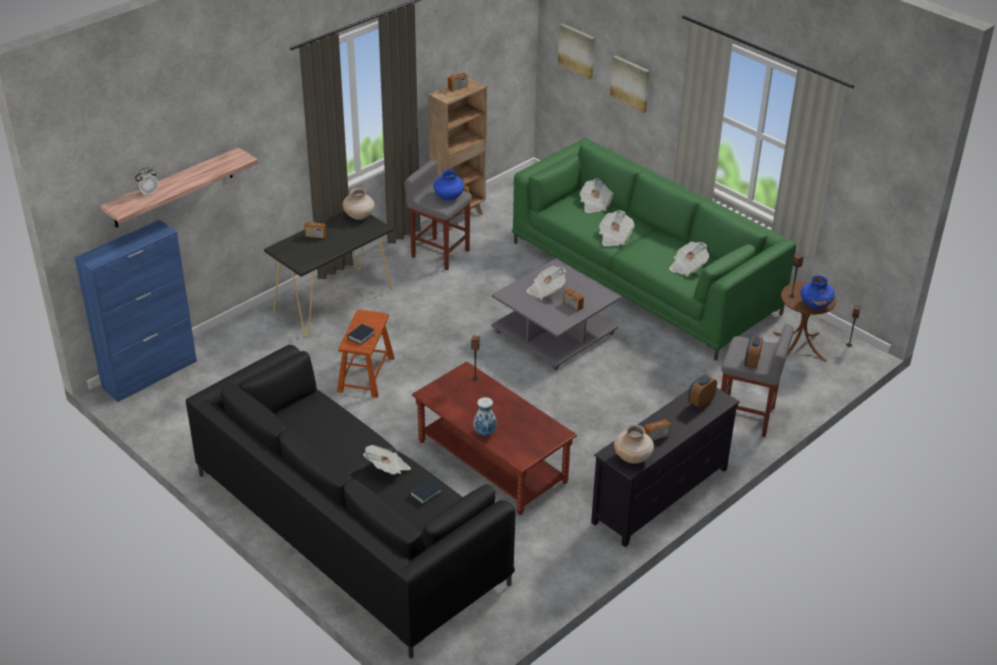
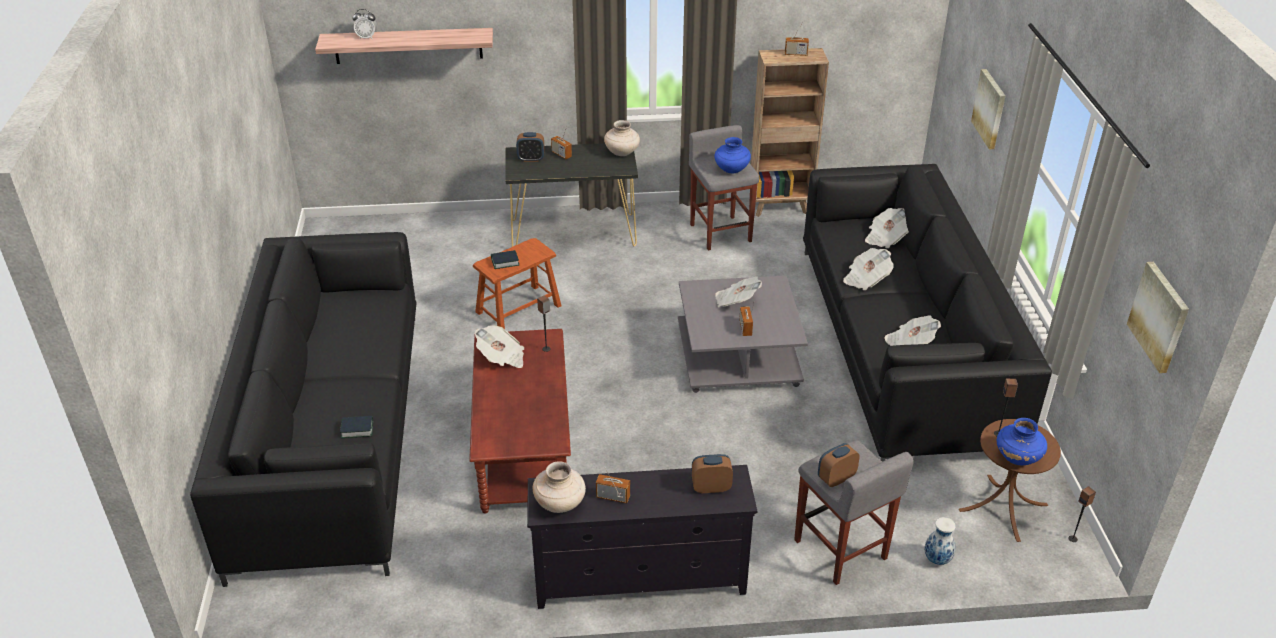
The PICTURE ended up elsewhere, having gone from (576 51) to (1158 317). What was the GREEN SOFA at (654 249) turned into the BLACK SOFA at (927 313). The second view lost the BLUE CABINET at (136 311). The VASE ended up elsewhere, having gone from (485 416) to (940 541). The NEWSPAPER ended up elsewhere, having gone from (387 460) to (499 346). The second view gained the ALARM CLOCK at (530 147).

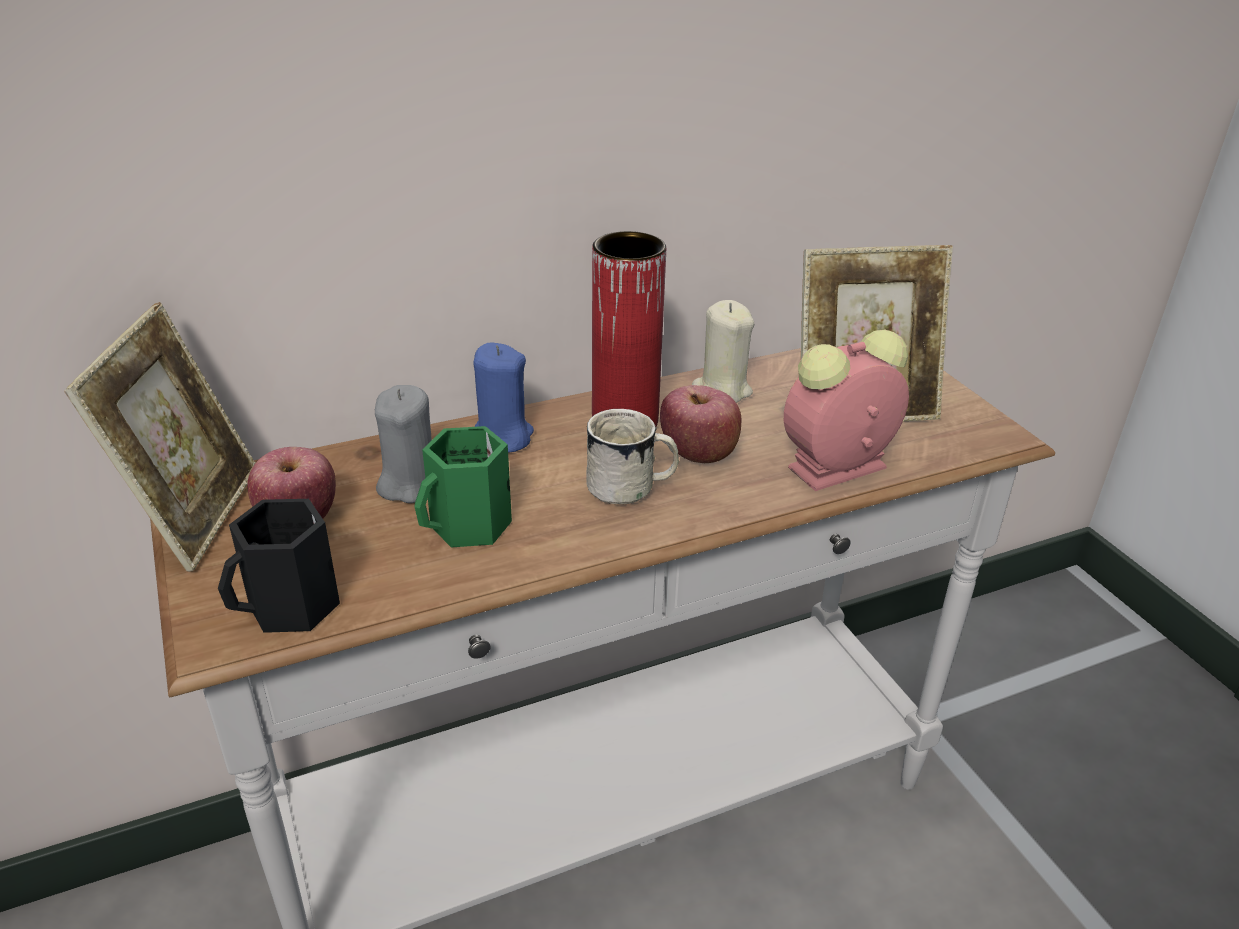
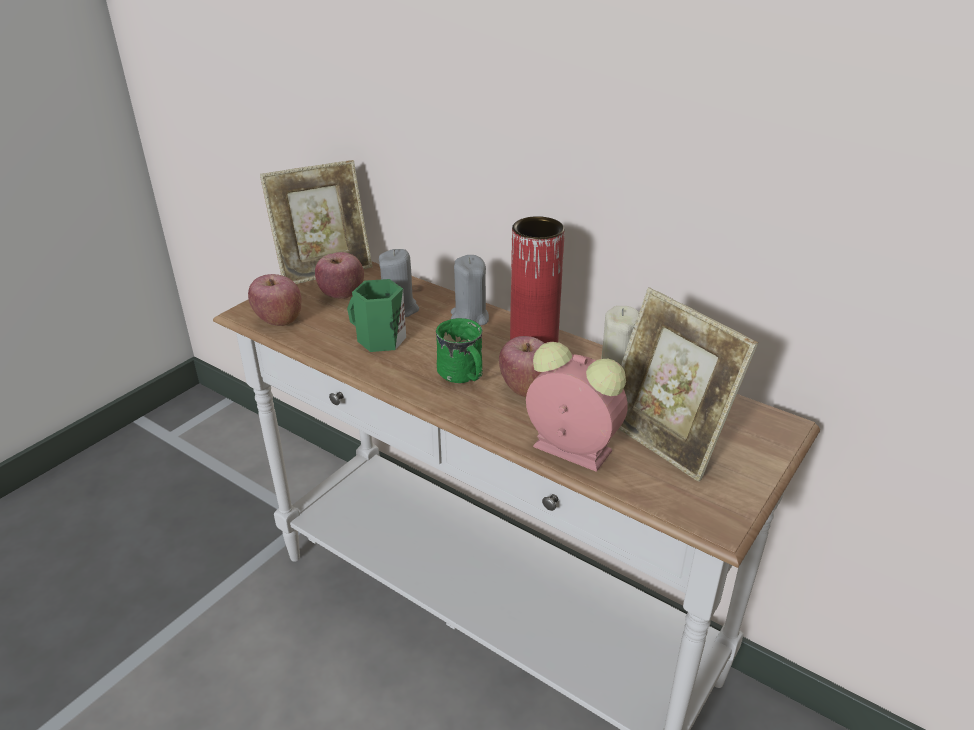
What was the BLUE CANDLE at (503 397) turned into the GREY CANDLE at (470 290). What was the WHITE MUG at (632 457) turned into the GREEN MUG at (459 350). Where the BLACK MUG stood at (279 566), the APPLE came to stand at (275 300).

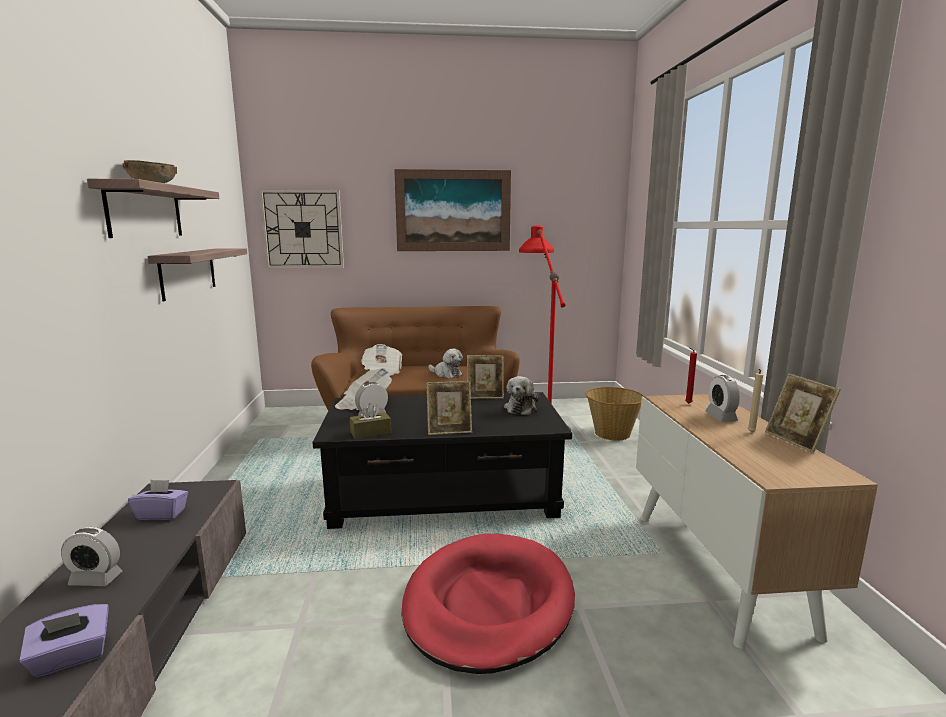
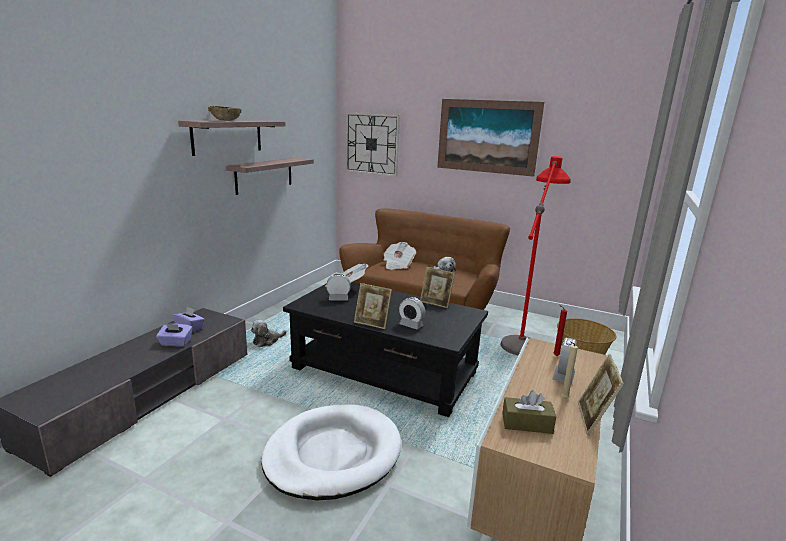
The PLUSH TOY ended up elsewhere, having gone from (521 395) to (269 333). The BROWN TISSUE BOX ended up elsewhere, having gone from (370 421) to (529 412). The ALARM CLOCK ended up elsewhere, having gone from (91 556) to (412 313). What was the RED DOG BED at (488 604) turned into the WHITE DOG BED at (331 453). The PURPLE TISSUE BOX ended up elsewhere, having gone from (64 640) to (174 335).

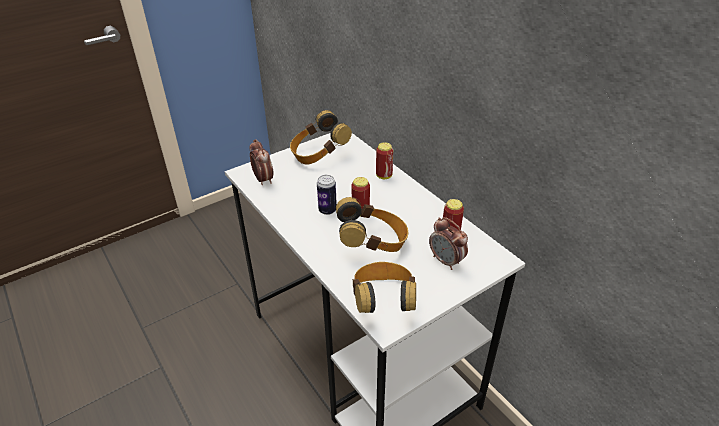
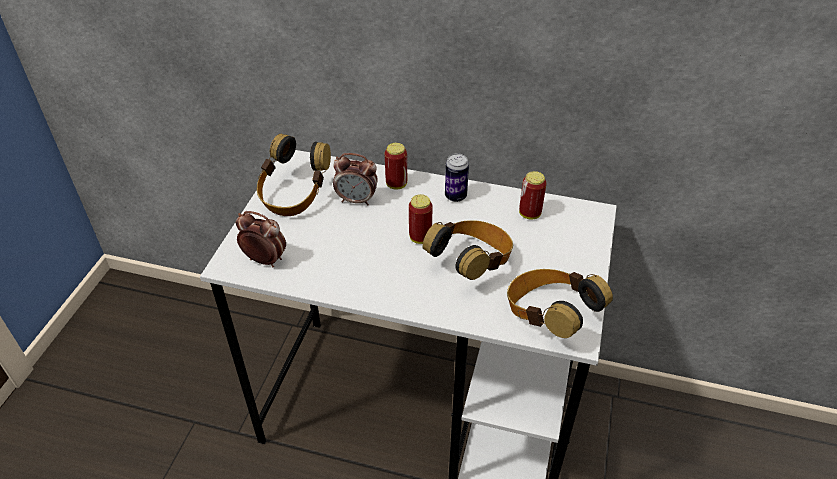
The CAN ended up elsewhere, having gone from (327 195) to (457 177). The ALARM CLOCK ended up elsewhere, having gone from (448 243) to (355 179).

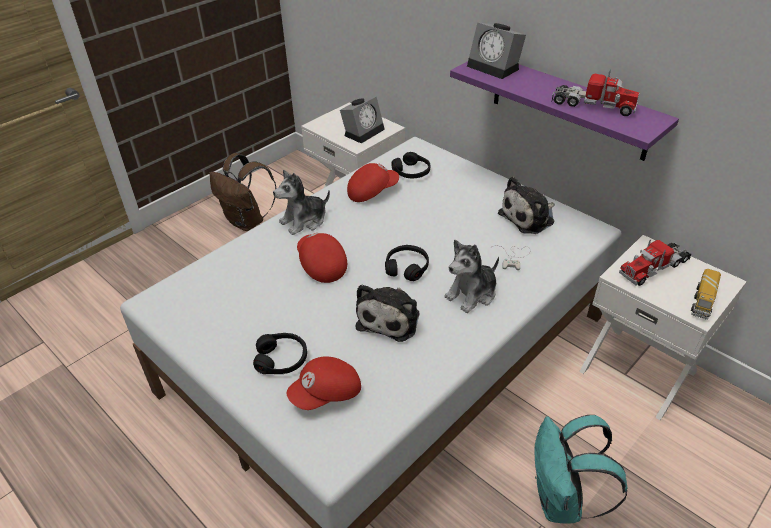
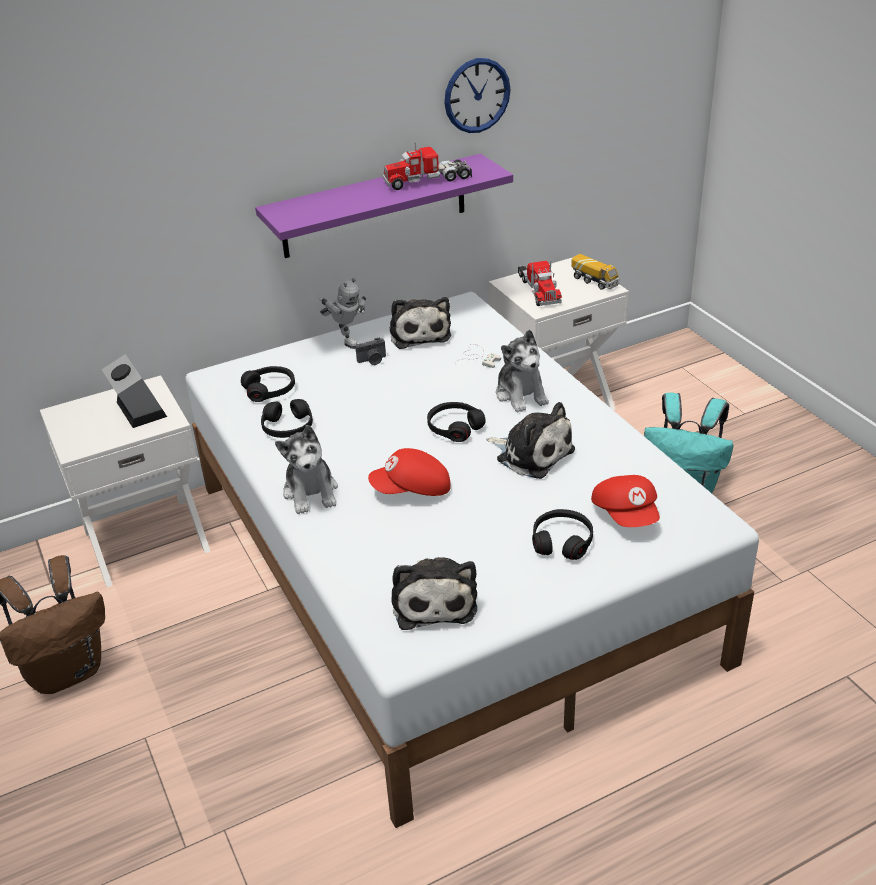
The second view lost the ALARM CLOCK at (496 50). The TOY TRUCK at (595 93) ended up facing another way, 150 degrees counterclockwise from before. Where the RED CAP stood at (373 182), the BLACK HEADPHONES came to stand at (287 418). The second view gained the WALL CLOCK at (477 95). The second view gained the TOY ROBOT at (342 313). The second view gained the PHOTO CAMERA at (370 351). The second view gained the PLUSH TOY at (434 593).

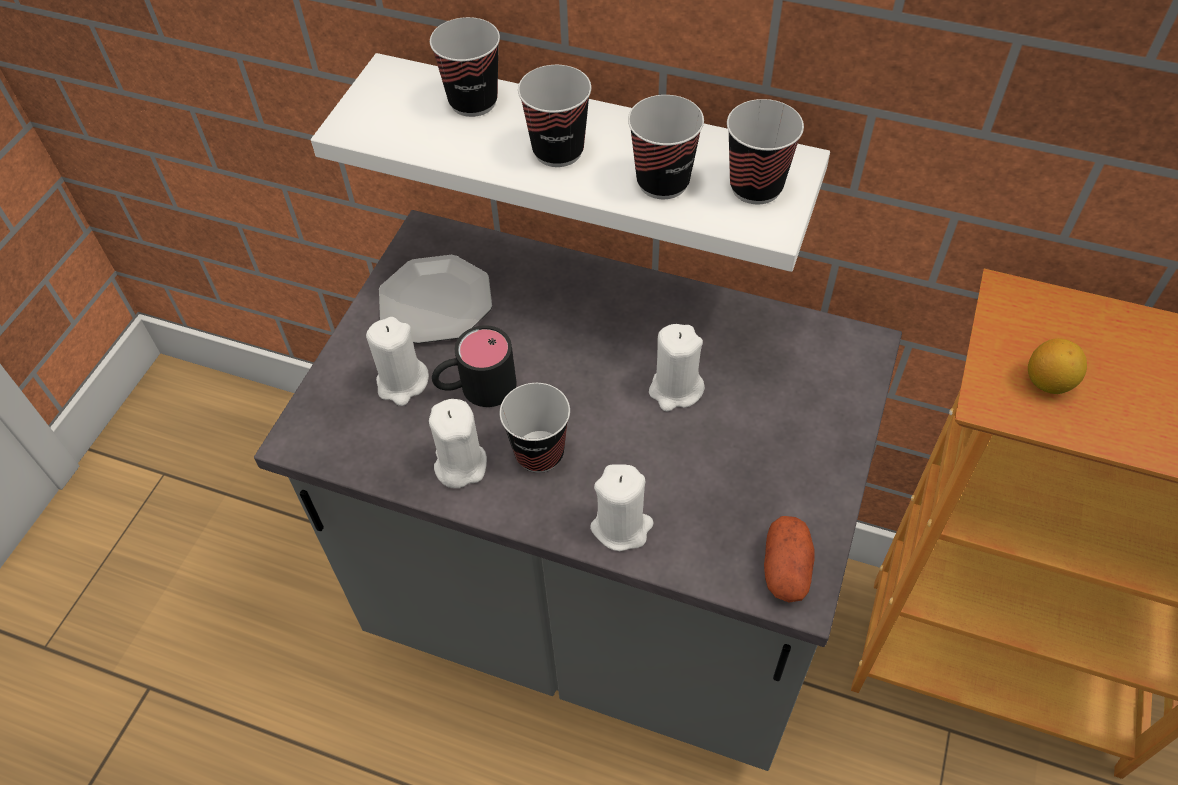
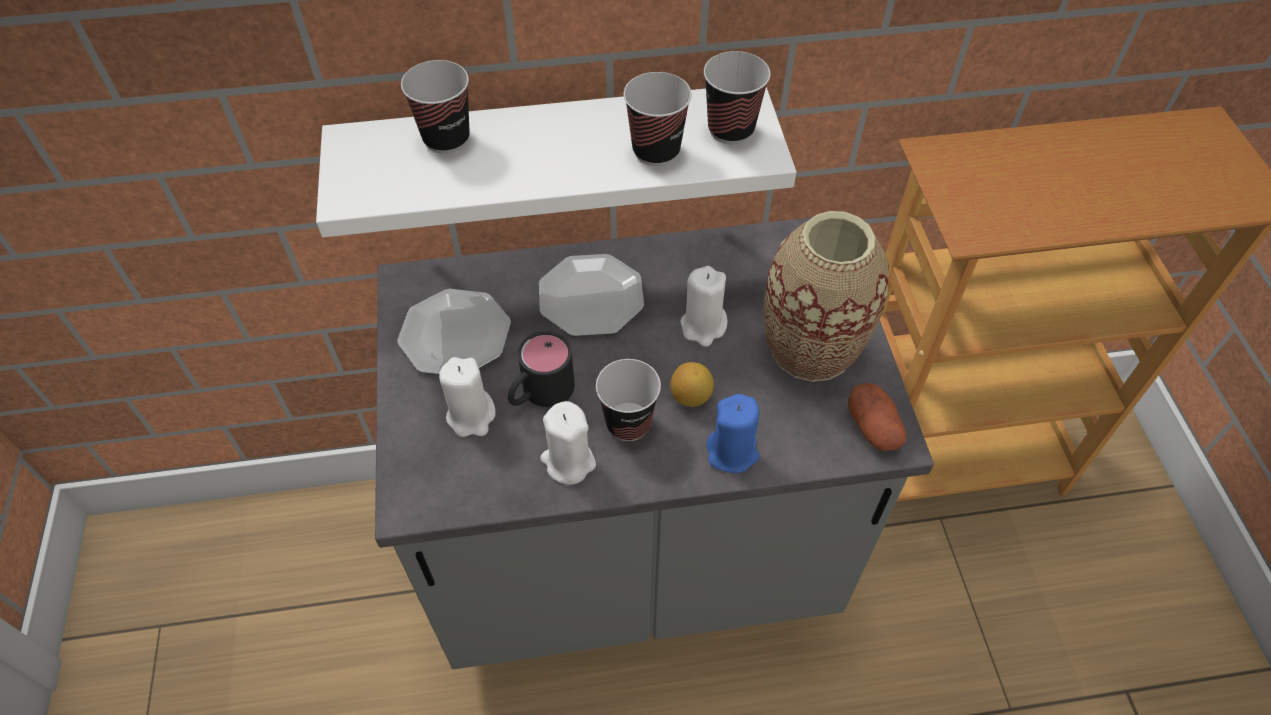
The second view lost the CUP at (555 116). The LEMON ended up elsewhere, having gone from (1057 366) to (692 384). What was the WHITE CANDLE at (621 507) turned into the BLUE CANDLE at (732 433). The second view gained the VASE at (826 296). The second view gained the PLATE at (591 295).

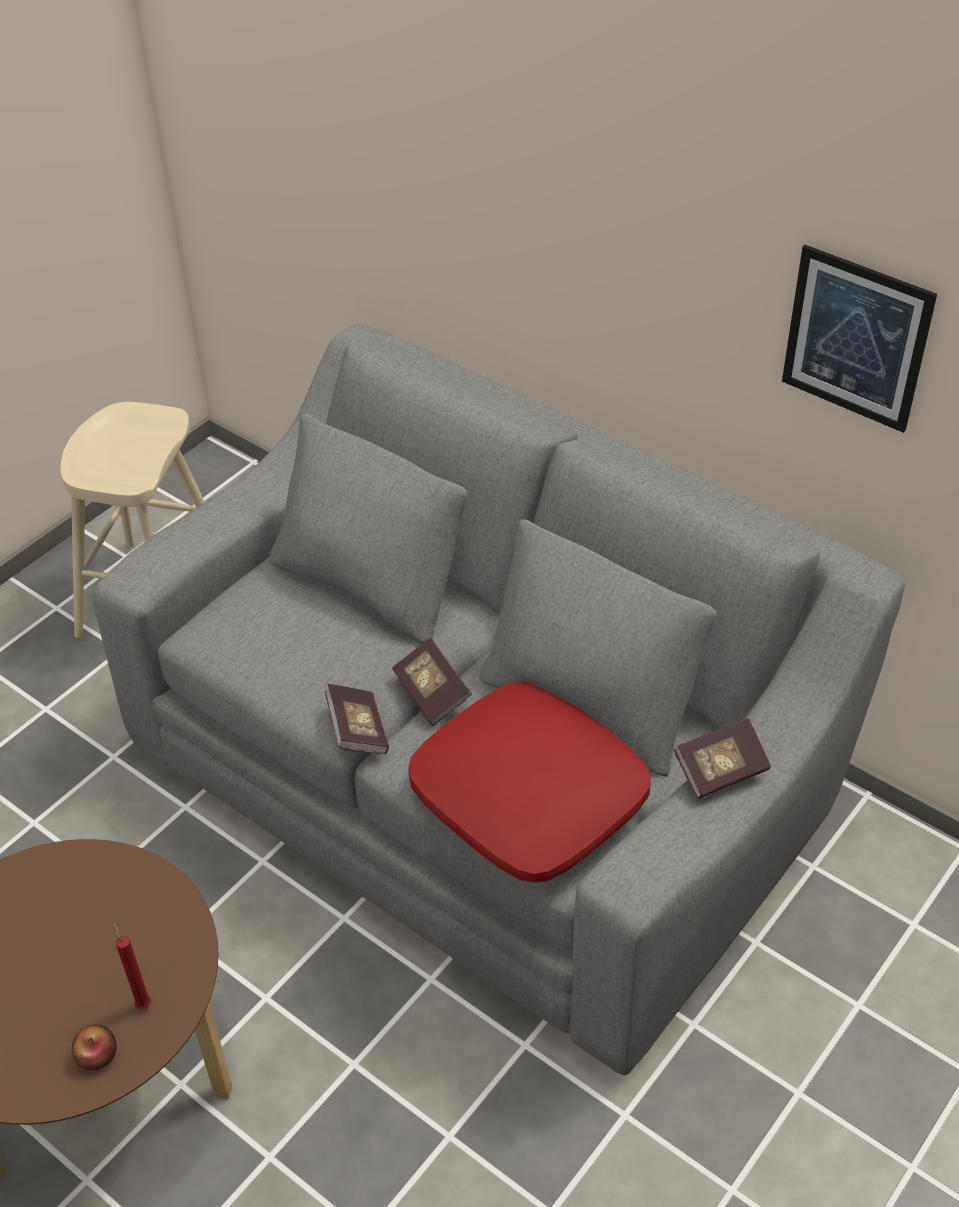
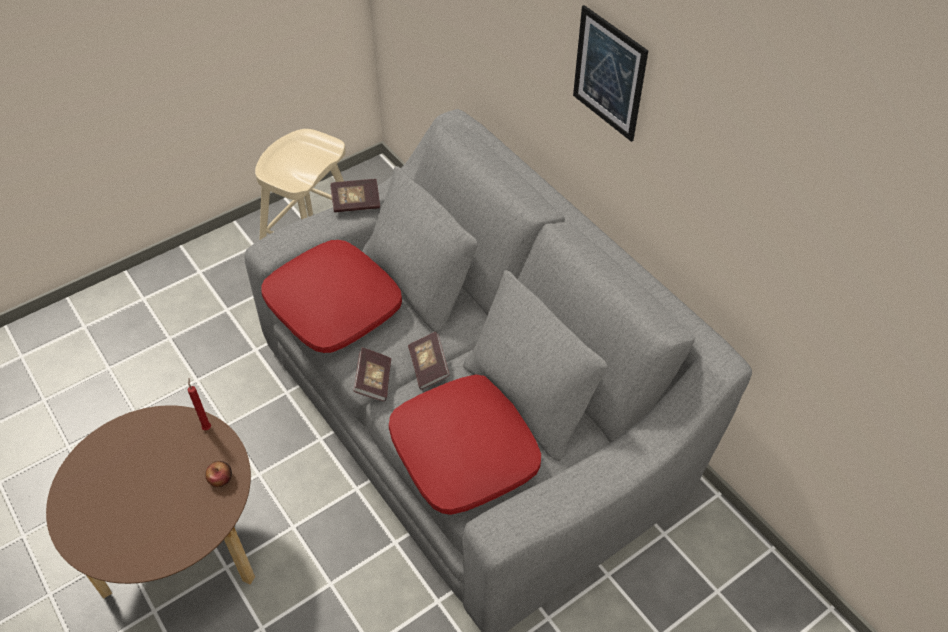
The PICTURE ended up elsewhere, having gone from (859 339) to (610 73). The BOOK ended up elsewhere, having gone from (722 758) to (355 196). The RED CANDLE ended up elsewhere, having gone from (132 966) to (199 404). The APPLE ended up elsewhere, having gone from (94 1047) to (218 474). The second view gained the RED PILLOW at (331 296).

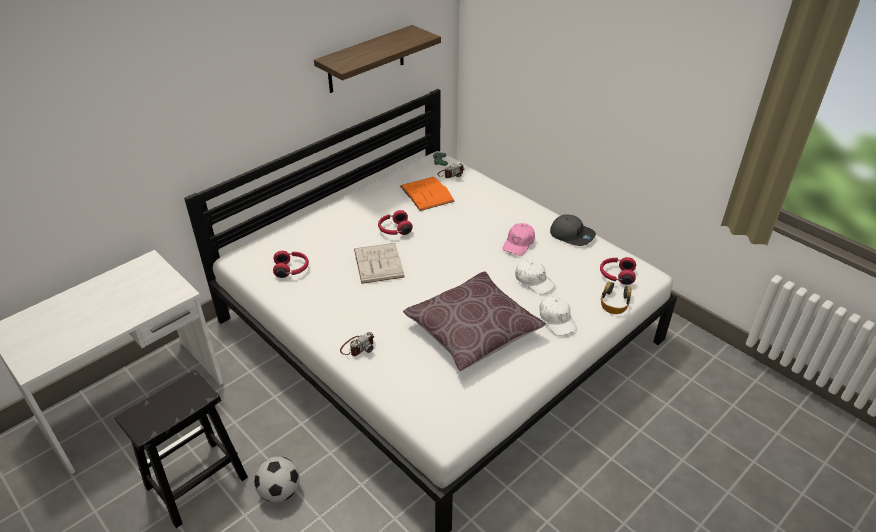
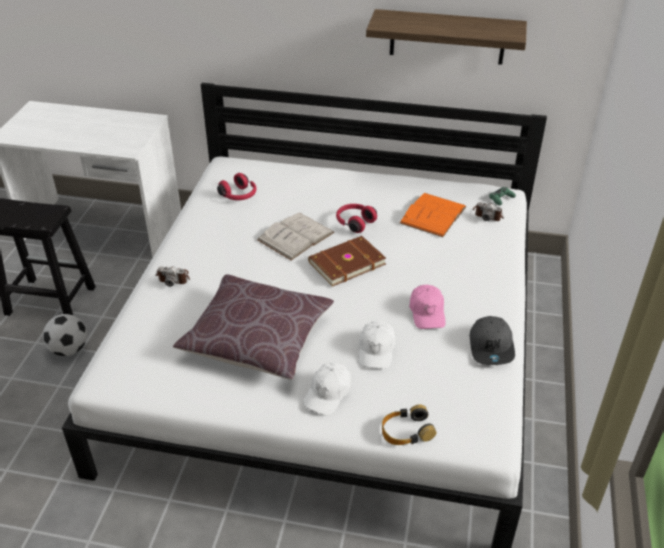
The PINK CAP at (518 239) ended up facing another way, 90 degrees counterclockwise from before. The second view lost the RED HEADPHONES at (618 271). The second view gained the BROWN BOOK at (347 261).

